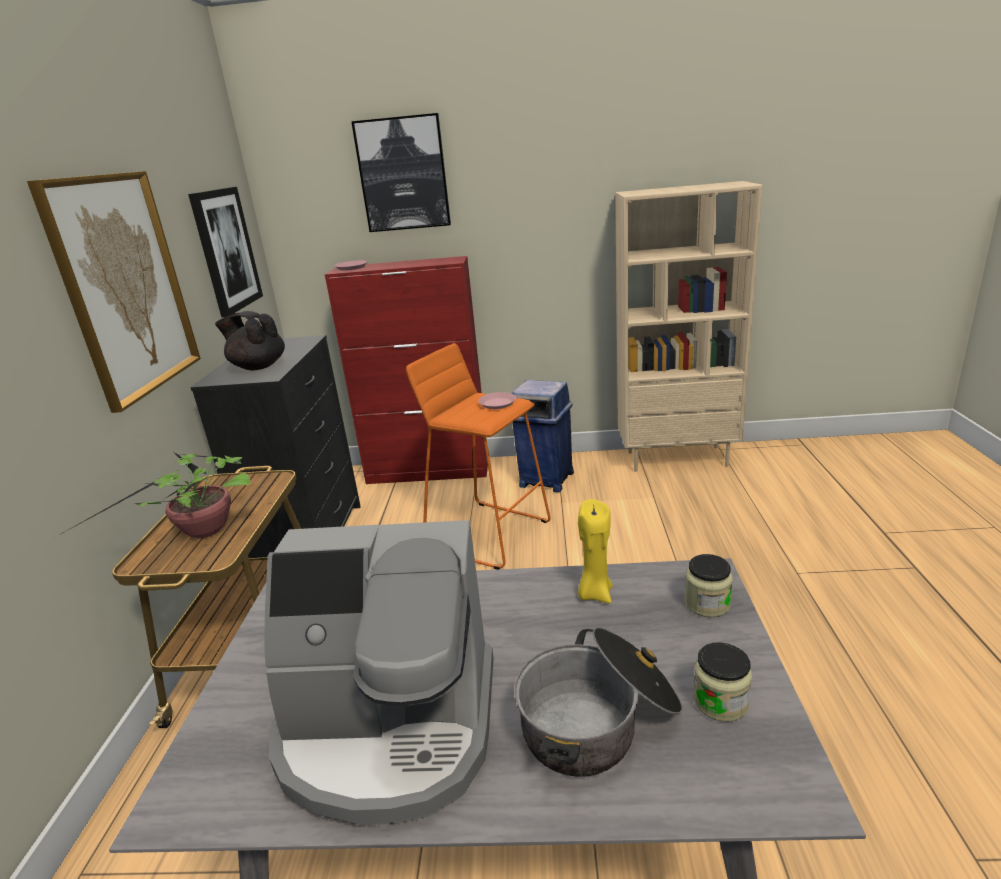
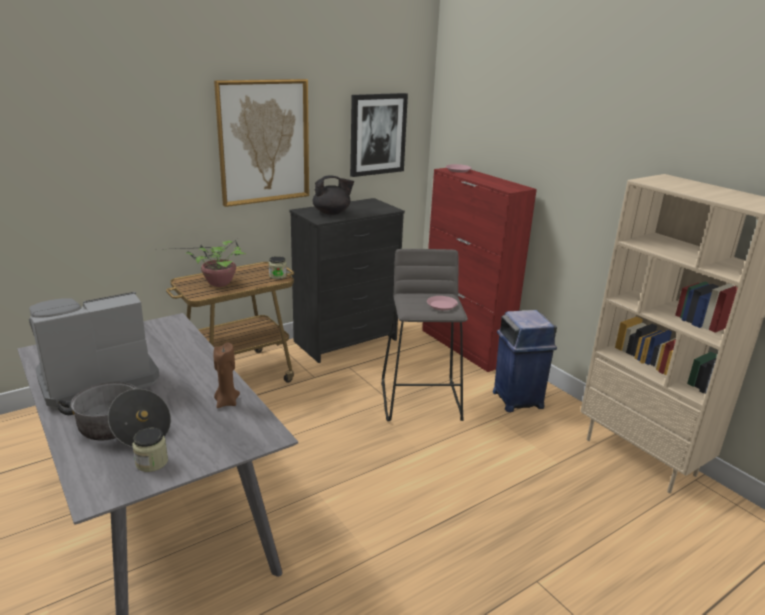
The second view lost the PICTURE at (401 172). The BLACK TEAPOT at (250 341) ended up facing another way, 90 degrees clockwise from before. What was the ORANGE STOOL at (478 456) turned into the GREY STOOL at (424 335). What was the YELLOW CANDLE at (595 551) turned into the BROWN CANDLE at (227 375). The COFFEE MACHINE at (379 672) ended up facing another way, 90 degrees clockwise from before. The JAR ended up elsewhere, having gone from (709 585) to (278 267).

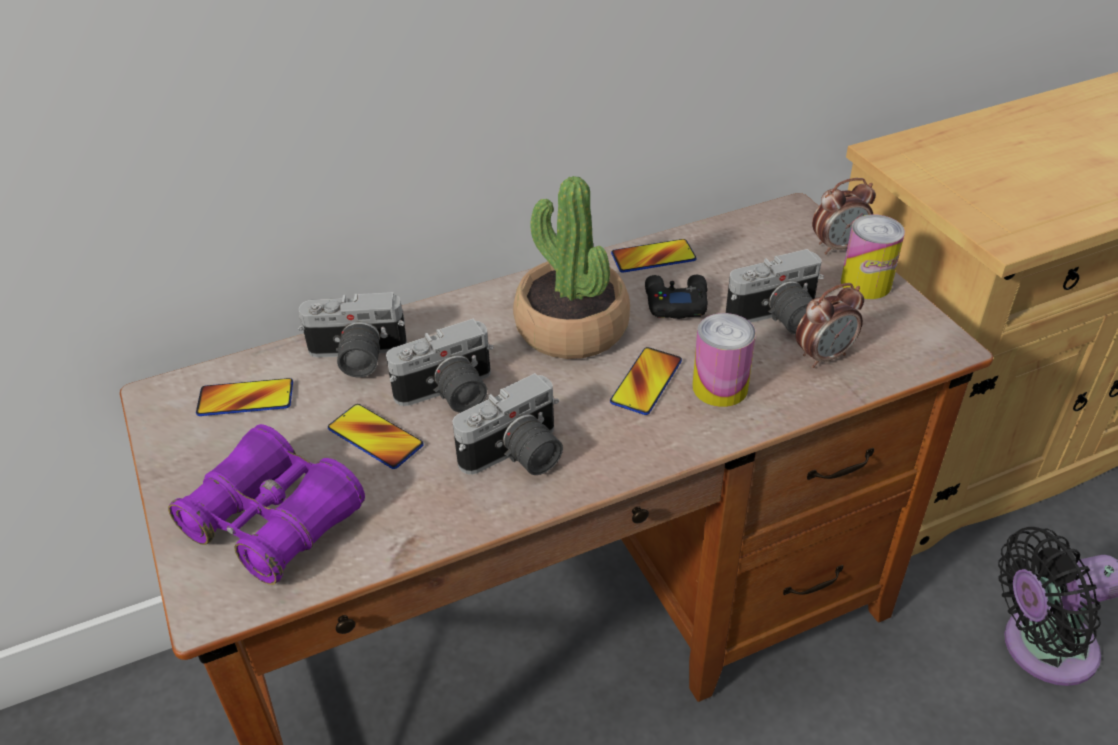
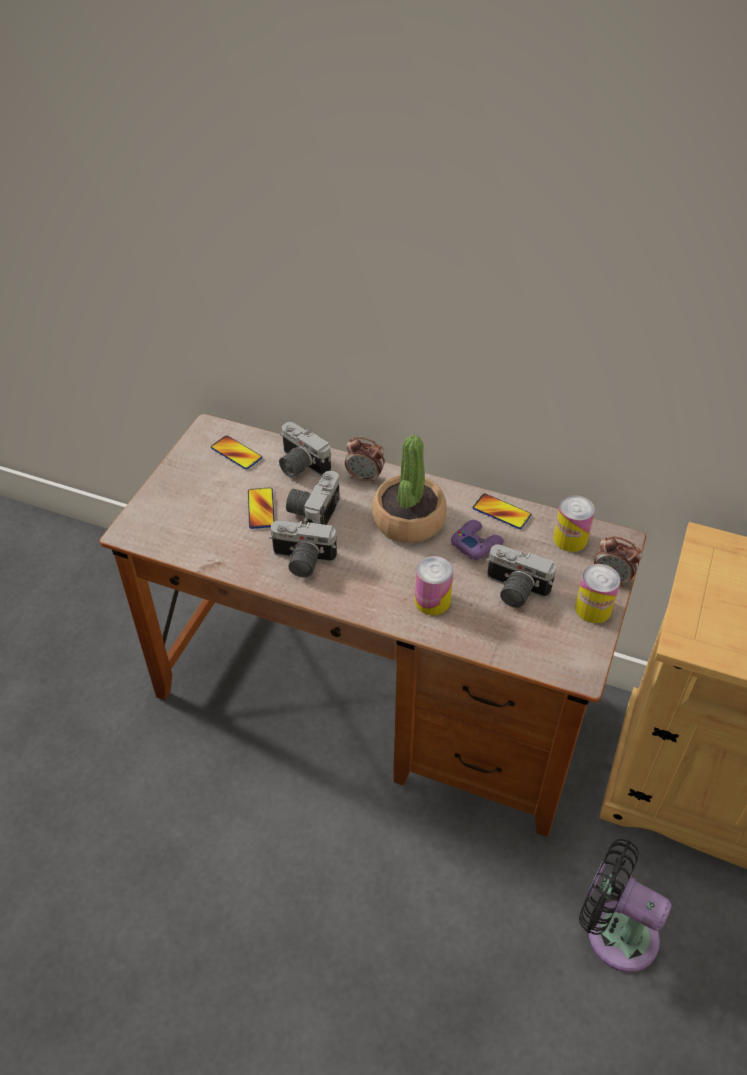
What was the BLACK GAME CONTROLLER at (676 297) turned into the PURPLE GAME CONTROLLER at (477 540). The ALARM CLOCK ended up elsewhere, having gone from (830 325) to (365 460). The PHOTO CAMERA at (440 366) ended up facing another way, 90 degrees clockwise from before. The second view lost the PHONE at (646 381). The second view lost the PURPLE BINOCULARS at (266 504). The second view gained the CAN at (574 523).

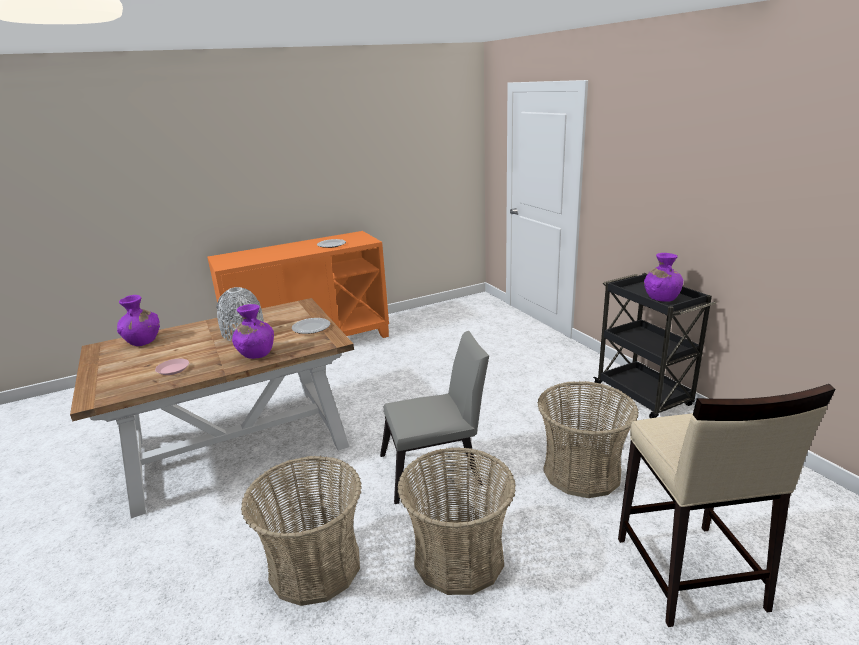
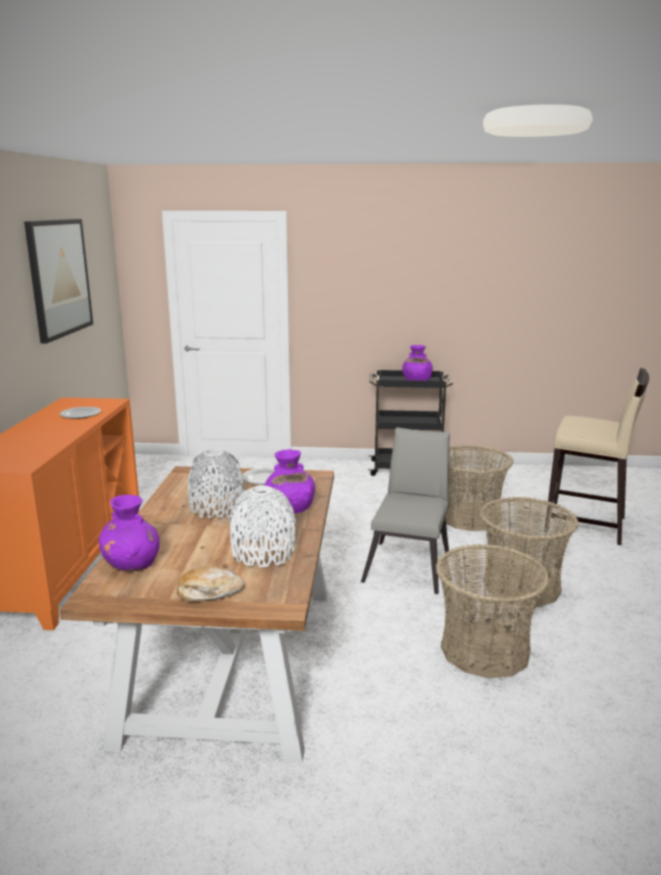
Where the PINK PLATE stood at (172 367), the WHITE VASE came to stand at (262 526). The second view gained the PICTURE at (58 281). The second view gained the BREAD at (210 584).

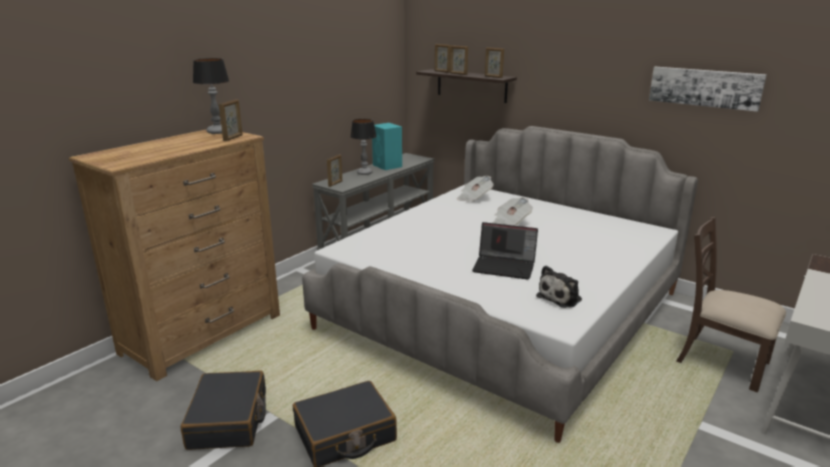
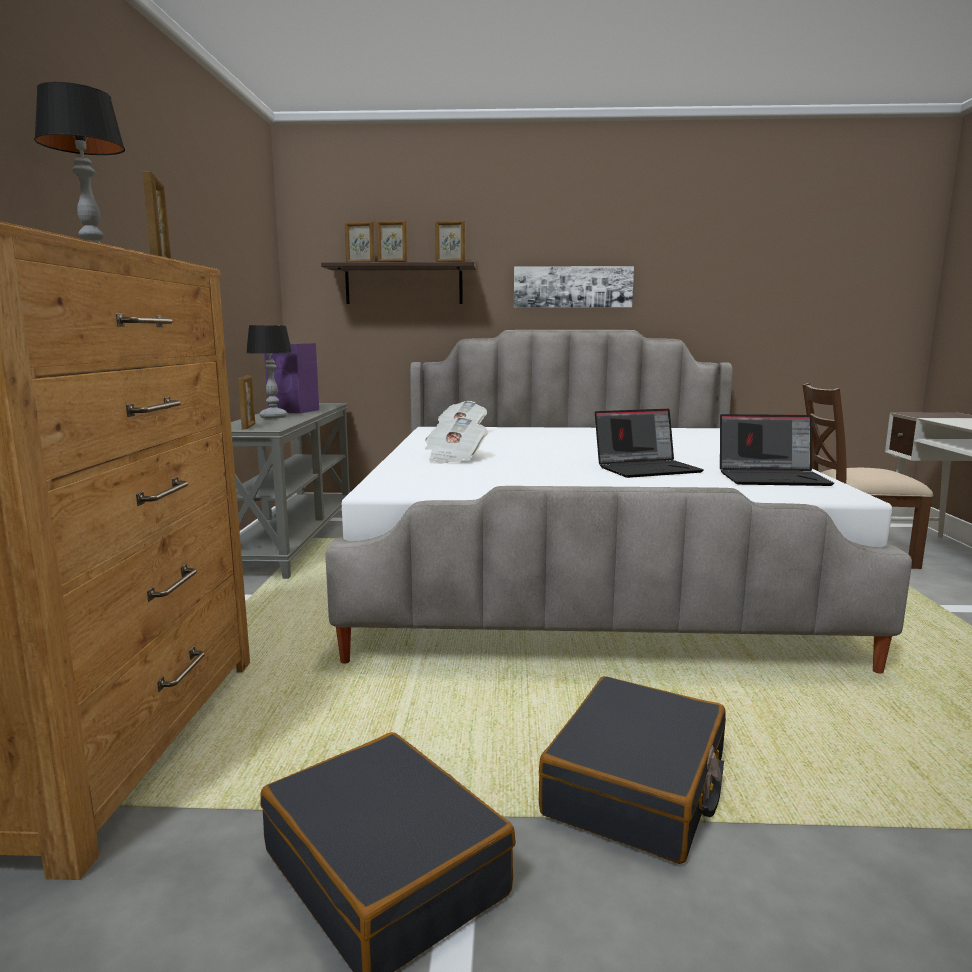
The PICTURE ended up elsewhere, having gone from (708 89) to (574 287). What was the TURQUOISE SPEAKER at (387 146) turned into the PURPLE SPEAKER at (291 378). The NEWSPAPER ended up elsewhere, having gone from (512 211) to (456 440). Where the PLUSH TOY stood at (559 286), the LAPTOP came to stand at (777 450).

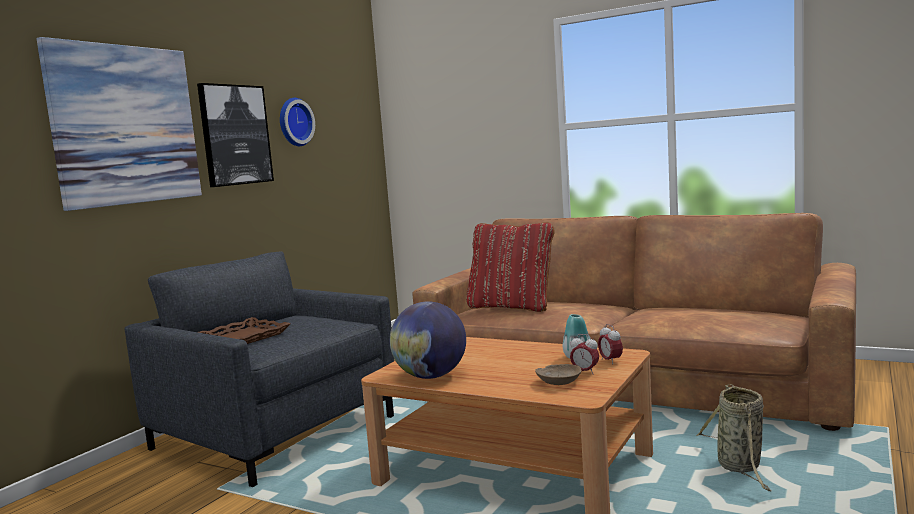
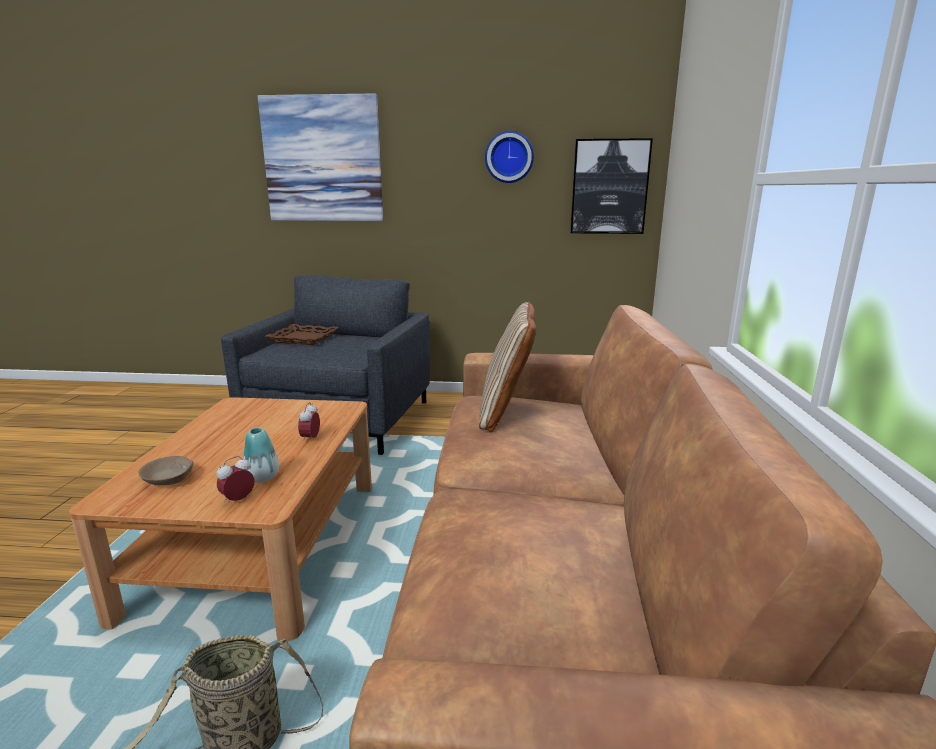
The PICTURE ended up elsewhere, having gone from (235 135) to (611 186). What was the RED PILLOW at (511 267) turned into the BEIGE PILLOW at (508 367). The second view lost the GLOBE at (428 340). The ALARM CLOCK ended up elsewhere, having gone from (584 353) to (309 422).

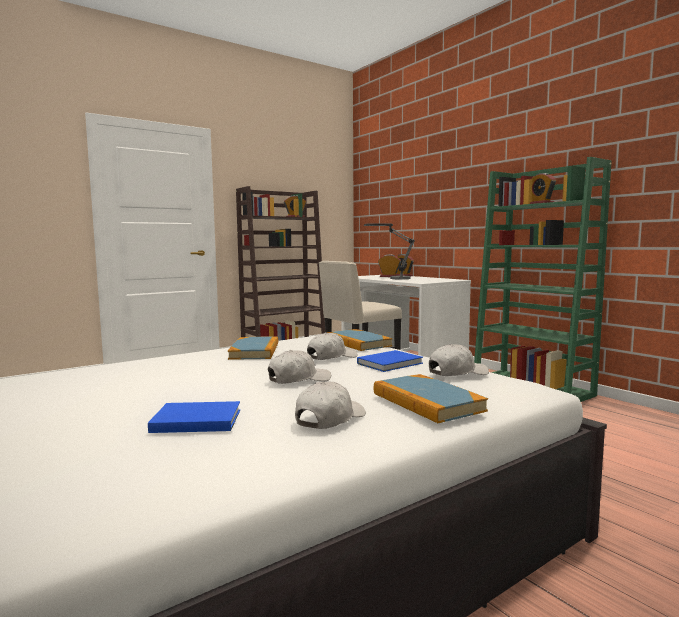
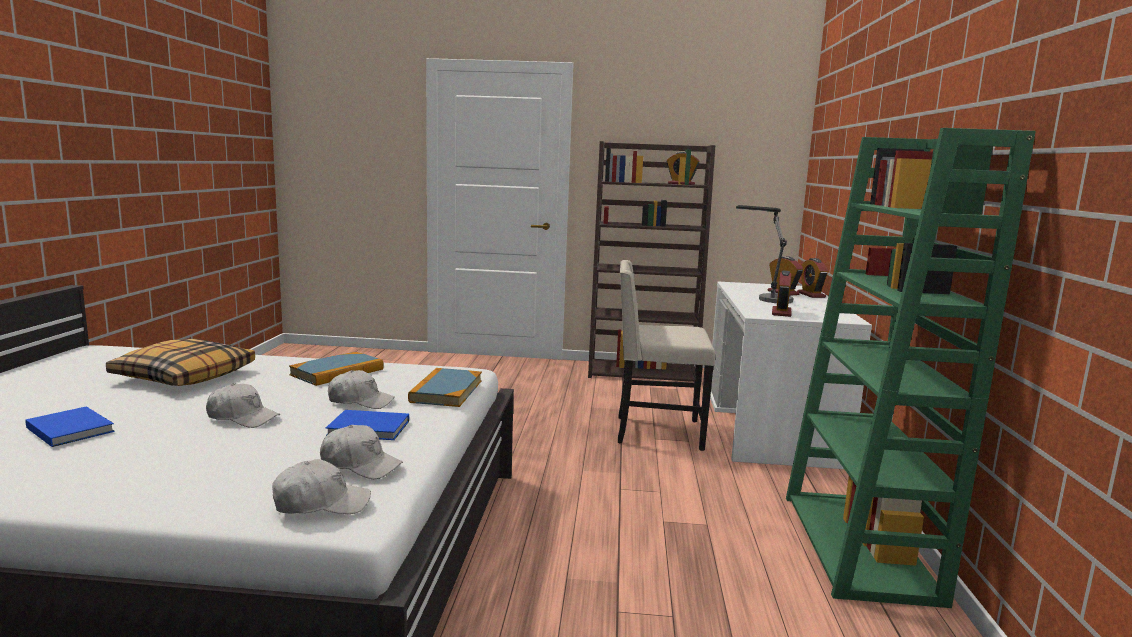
The ALARM CLOCK ended up elsewhere, having gone from (543 188) to (782 294). The second view lost the BOOK at (431 398). The WHITE CAP ended up elsewhere, having gone from (330 405) to (321 486). The second view gained the PILLOW at (180 362).

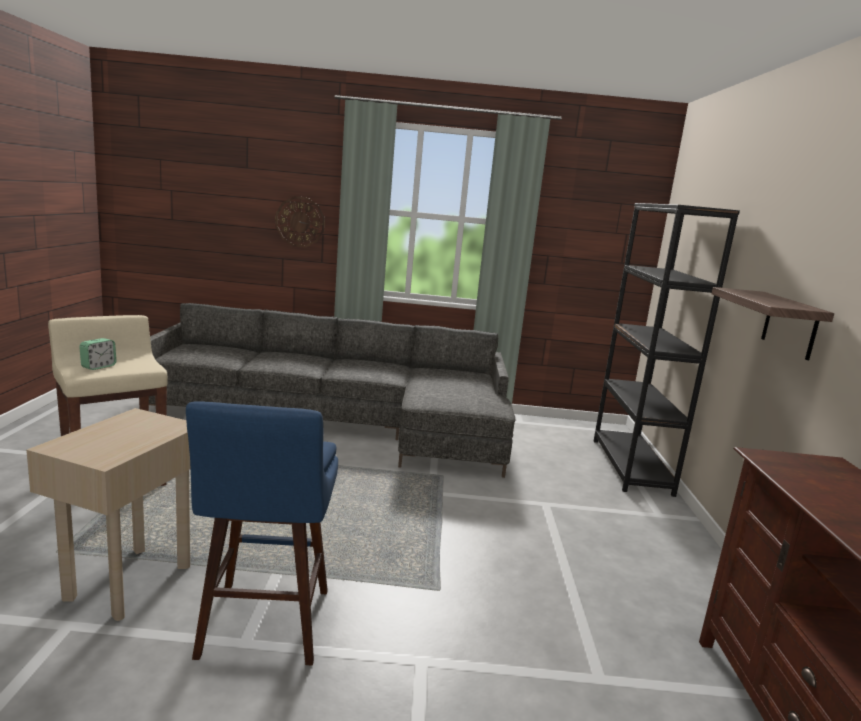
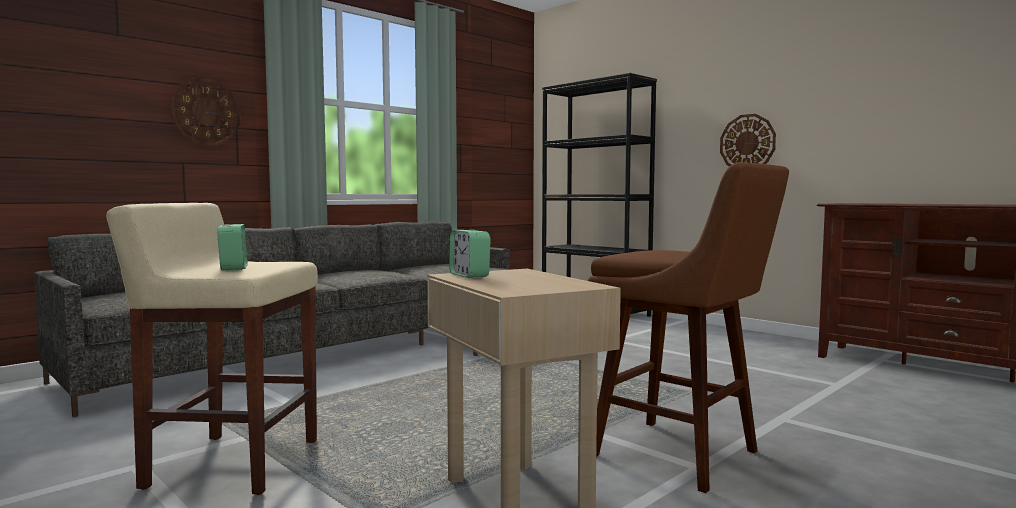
Where the SHELF hung at (772 323), the WALL CLOCK came to hang at (748 140). What was the BLUE STOOL at (262 533) turned into the BROWN STOOL at (688 327). The second view gained the ALARM CLOCK at (470 254).

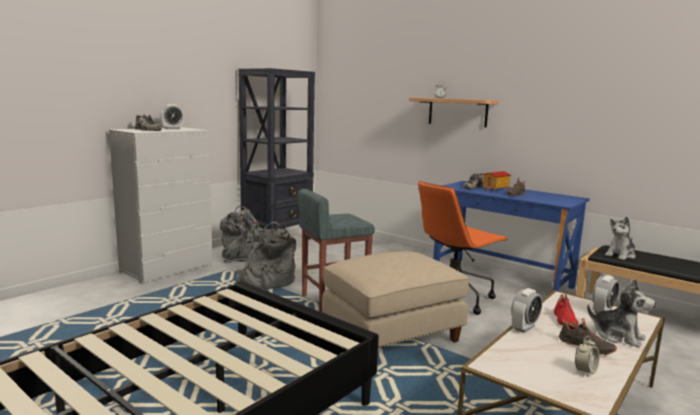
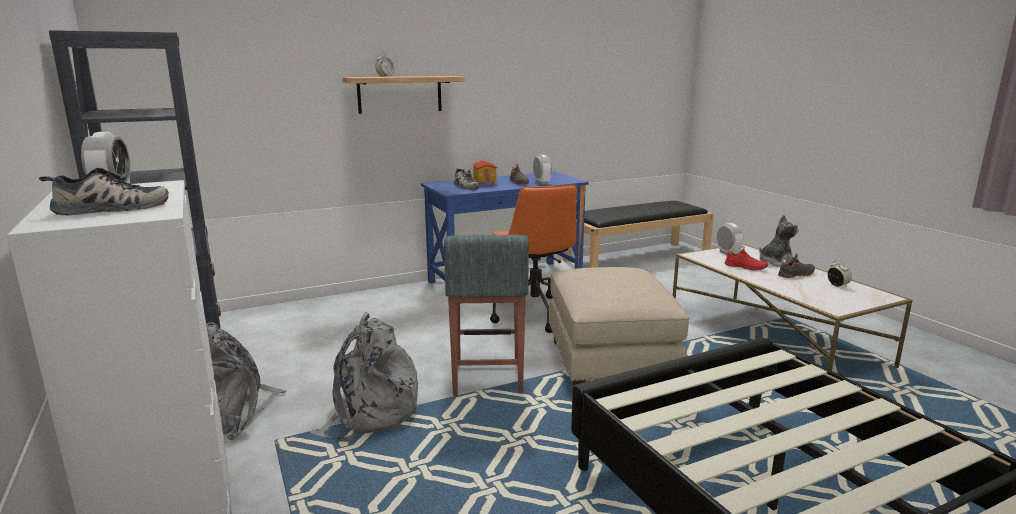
The second view lost the PLUSH TOY at (620 238). The ALARM CLOCK ended up elsewhere, having gone from (526 310) to (542 169).

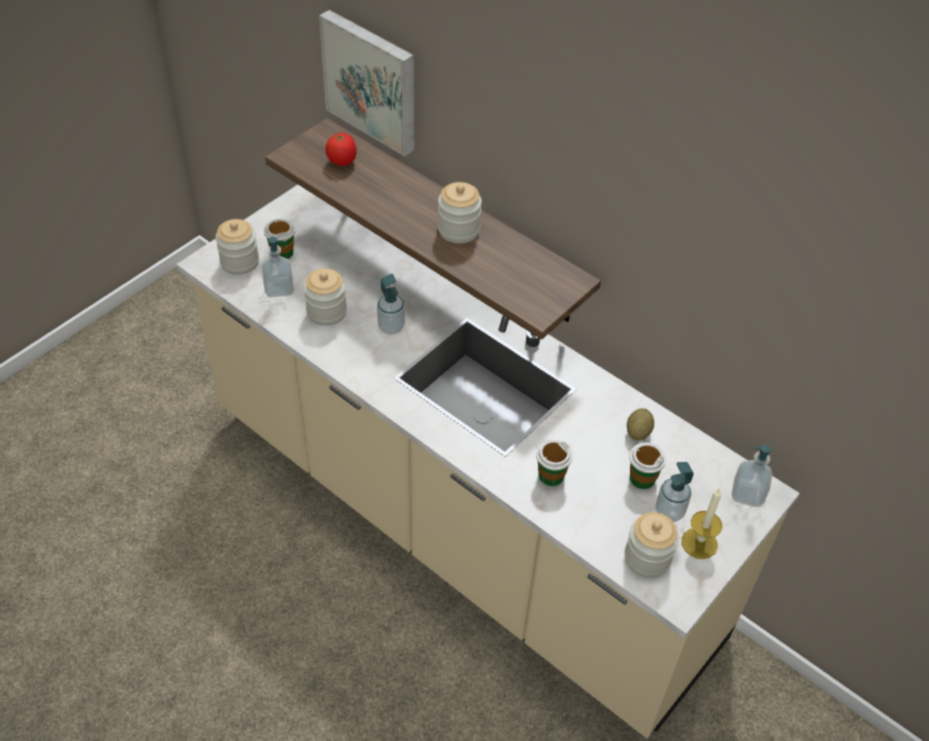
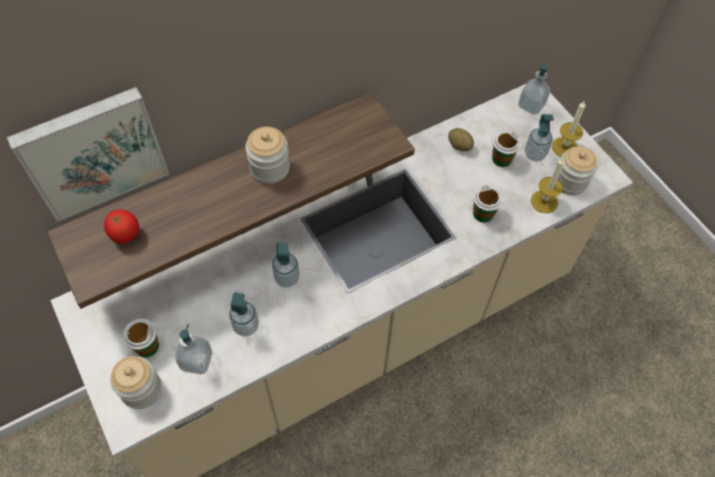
Where the JAR stood at (325 297), the SOAP DISPENSER came to stand at (244 314). The second view gained the CANDLE at (547 185).

